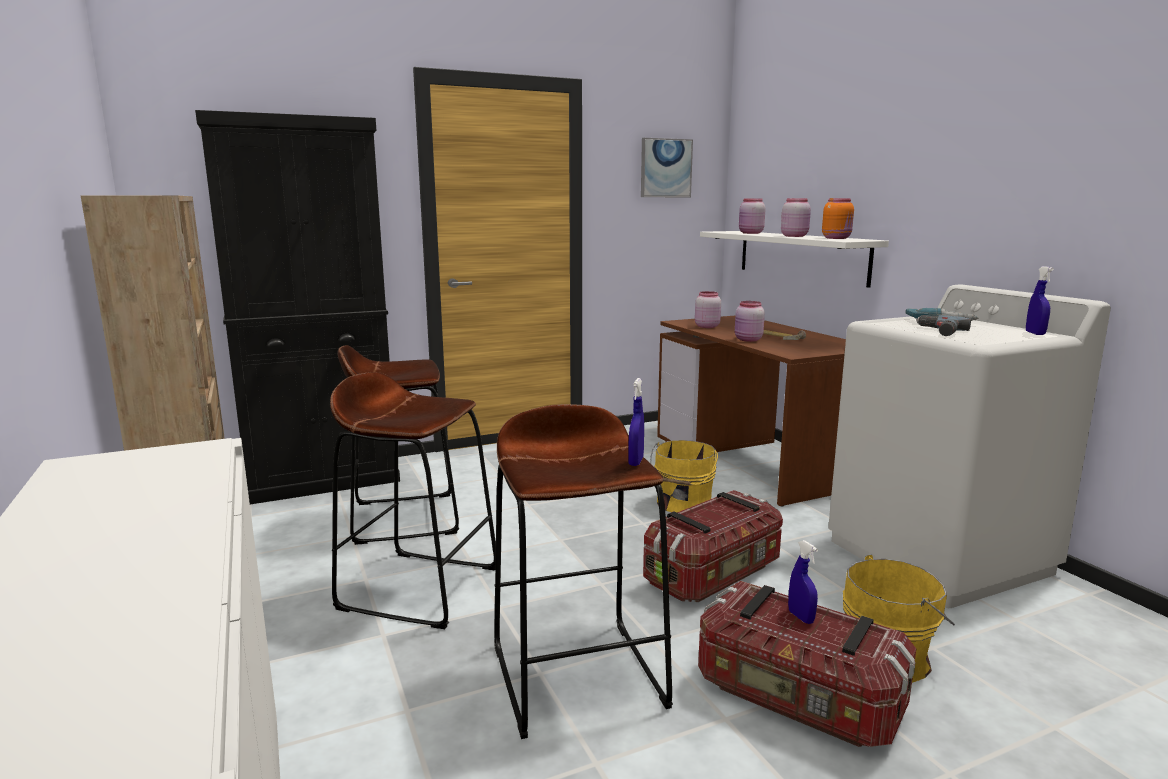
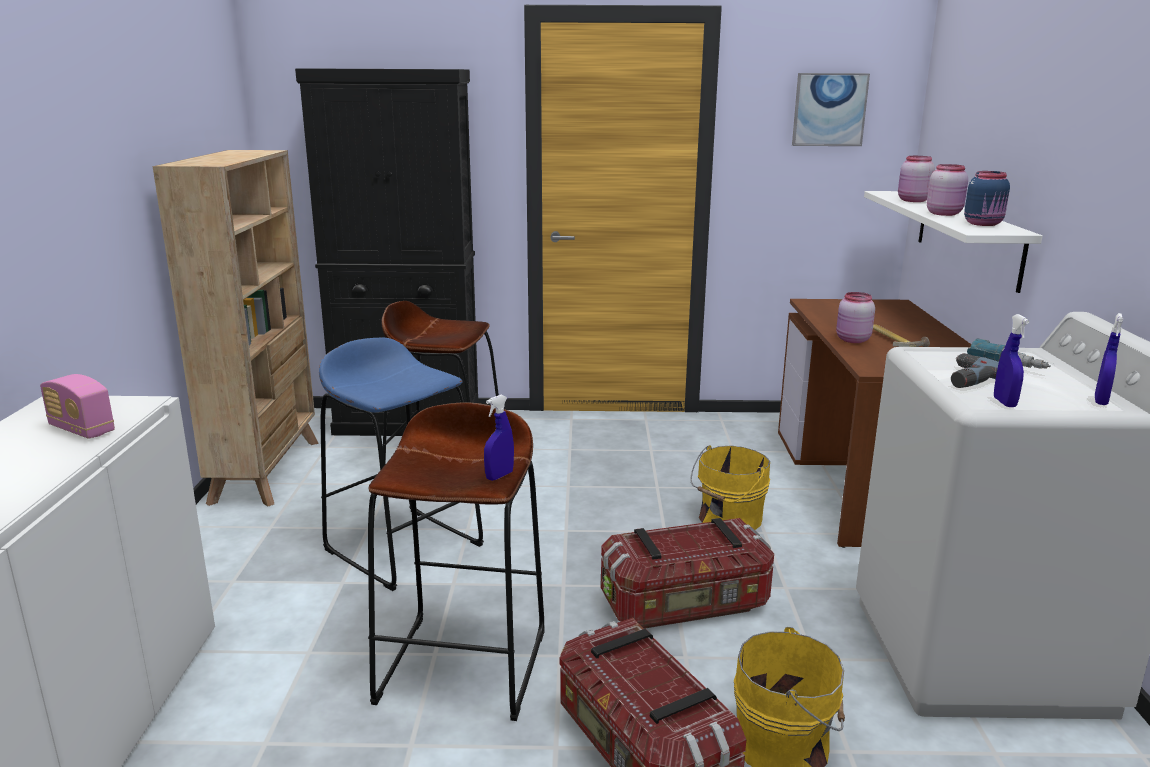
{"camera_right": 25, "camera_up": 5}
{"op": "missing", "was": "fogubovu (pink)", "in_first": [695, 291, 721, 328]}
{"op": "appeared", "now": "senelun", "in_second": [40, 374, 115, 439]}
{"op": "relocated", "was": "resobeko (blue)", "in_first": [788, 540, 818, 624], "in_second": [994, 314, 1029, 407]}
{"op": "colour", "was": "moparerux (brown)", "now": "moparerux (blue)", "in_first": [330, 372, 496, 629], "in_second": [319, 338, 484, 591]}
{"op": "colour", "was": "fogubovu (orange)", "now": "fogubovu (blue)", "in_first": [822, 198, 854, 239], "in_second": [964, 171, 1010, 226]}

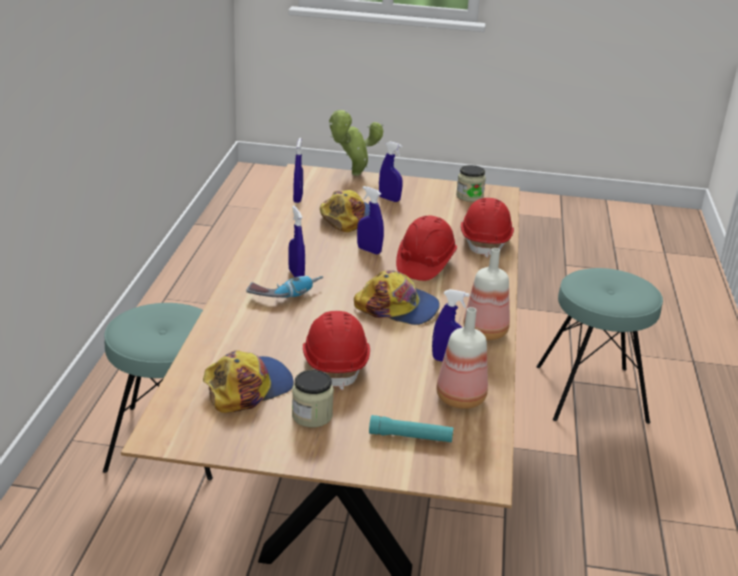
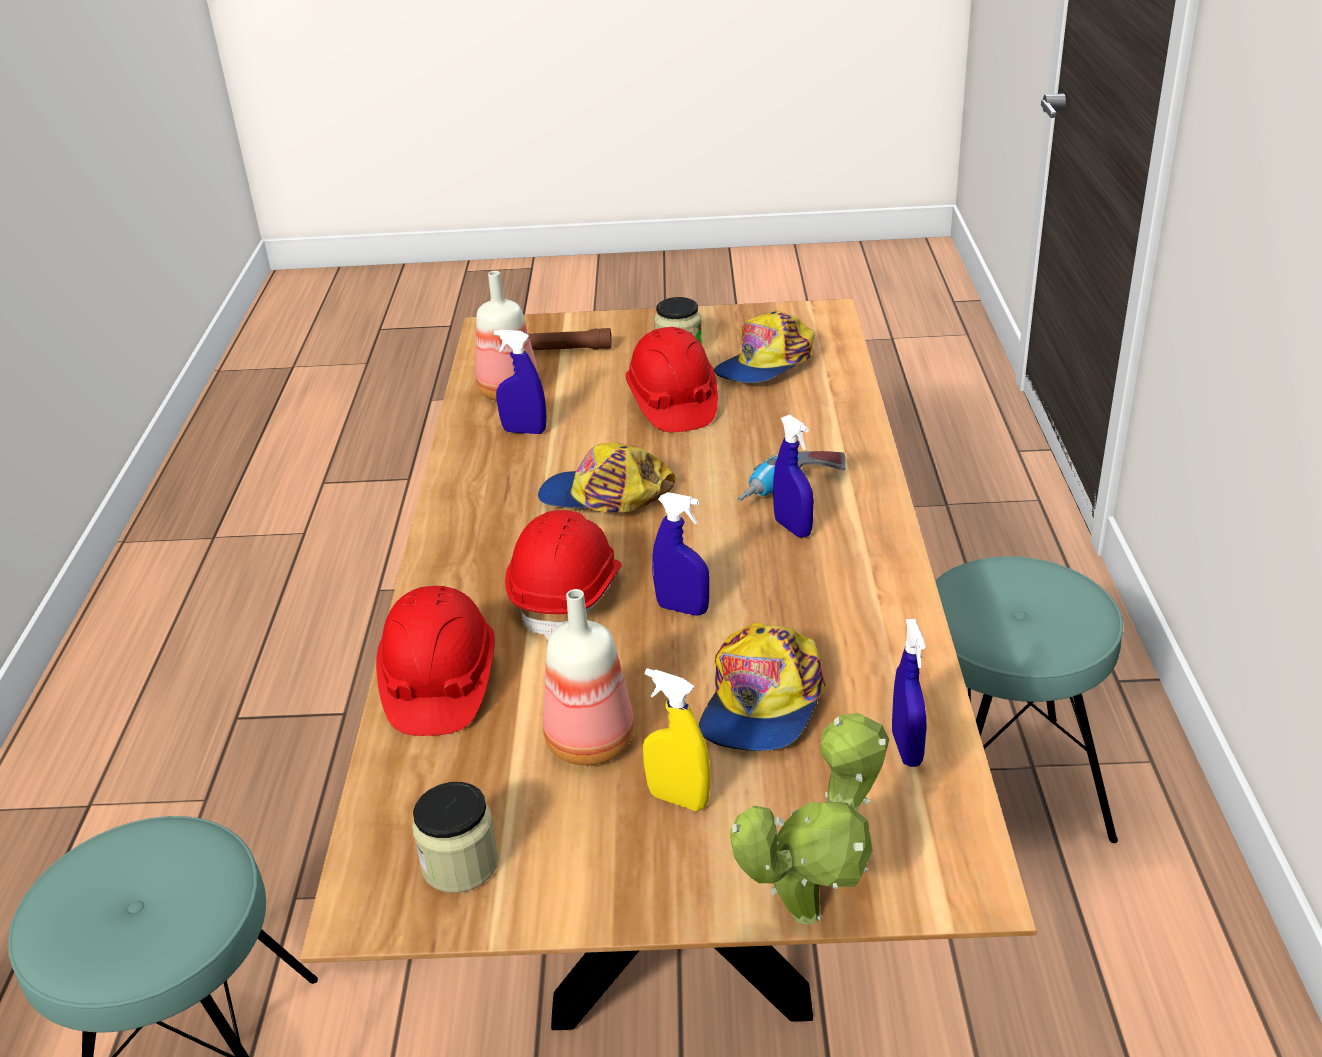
{"camera_right": 175, "camera_up": 5}
{"op": "relocated", "was": "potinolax", "in_first": [463, 248, 510, 340], "in_second": [543, 589, 635, 765]}
{"op": "colour", "was": "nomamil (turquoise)", "now": "nomamil (brown)", "in_first": [369, 415, 453, 442], "in_second": [529, 328, 612, 350]}
{"op": "colour", "was": "resobeko (blue)", "now": "resobeko (yellow)", "in_first": [379, 141, 403, 202], "in_second": [643, 668, 711, 811]}

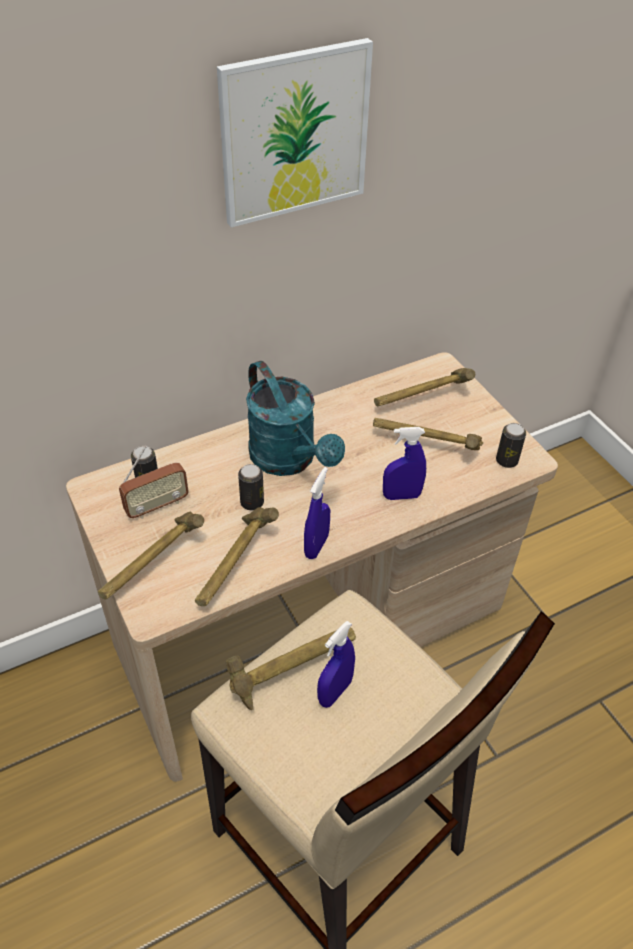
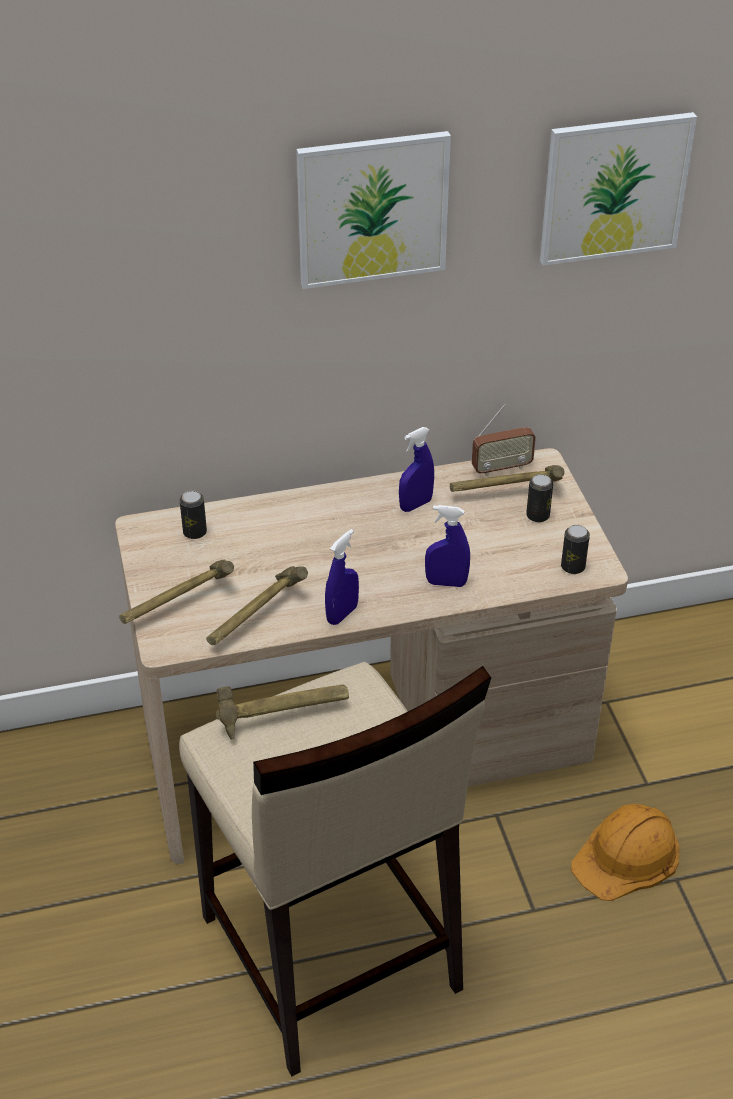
{"camera_right": 15, "camera_up": -5}
{"op": "missing", "was": "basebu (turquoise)", "in_first": [246, 361, 345, 476]}
{"op": "missing", "was": "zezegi", "in_first": [373, 418, 483, 450]}
{"op": "appeared", "now": "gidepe", "in_second": [540, 112, 697, 266]}
{"op": "appeared", "now": "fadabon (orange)", "in_second": [571, 804, 679, 901]}
{"op": "relocated", "was": "senelun", "in_first": [119, 446, 189, 519], "in_second": [472, 404, 536, 476]}
{"op": "relocated", "was": "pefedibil", "in_first": [238, 464, 264, 510], "in_second": [526, 474, 553, 522]}
{"op": "relocated", "was": "resobeko (blue)", "in_first": [317, 621, 355, 708], "in_second": [399, 427, 434, 512]}

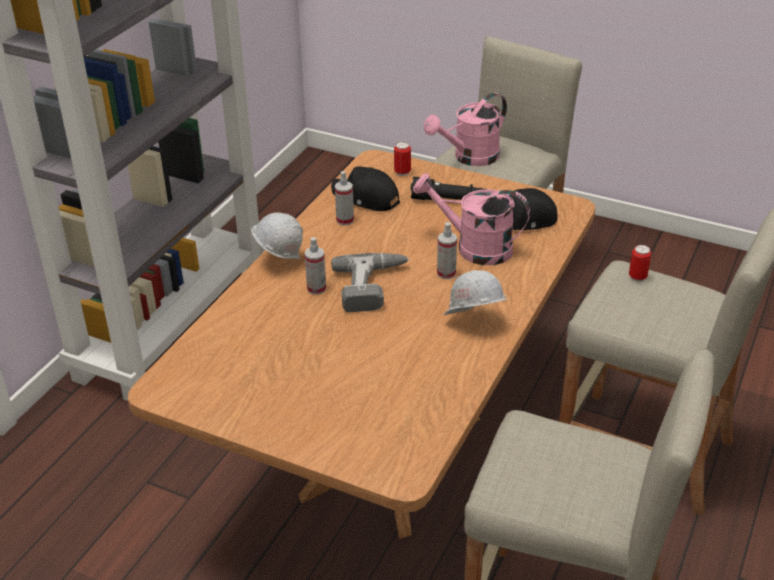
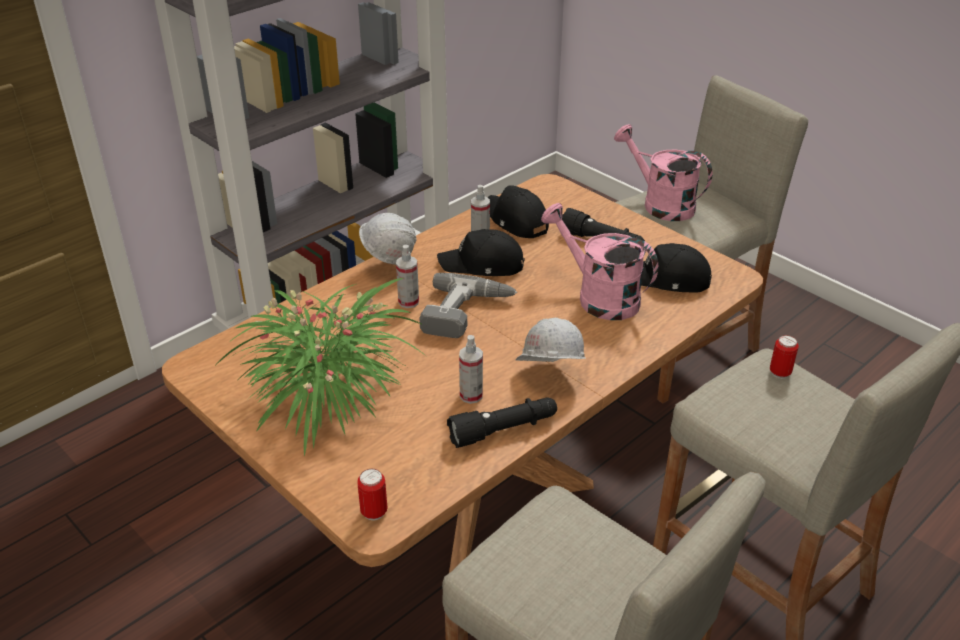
{"camera_right": 20, "camera_up": 0}
{"op": "appeared", "now": "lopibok", "in_second": [216, 278, 426, 457]}
{"op": "appeared", "now": "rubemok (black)", "in_second": [437, 229, 525, 276]}
{"op": "appeared", "now": "nomamil (black)", "in_second": [447, 397, 557, 448]}
{"op": "relocated", "was": "pefedibil", "in_first": [394, 142, 411, 176], "in_second": [357, 469, 387, 520]}
{"op": "relocated", "was": "resobeko", "in_first": [437, 222, 457, 279], "in_second": [459, 335, 483, 404]}
{"op": "spun", "was": "basebu (pink)", "in_first": [424, 92, 507, 166], "in_second": [614, 124, 712, 221], "clockwise": 60}

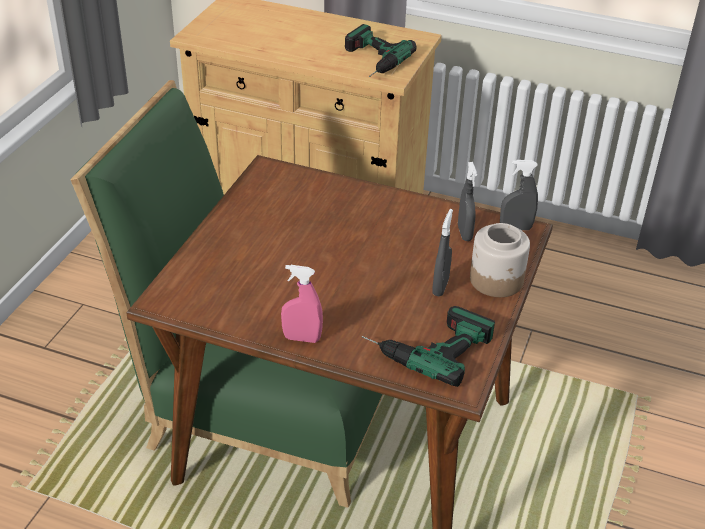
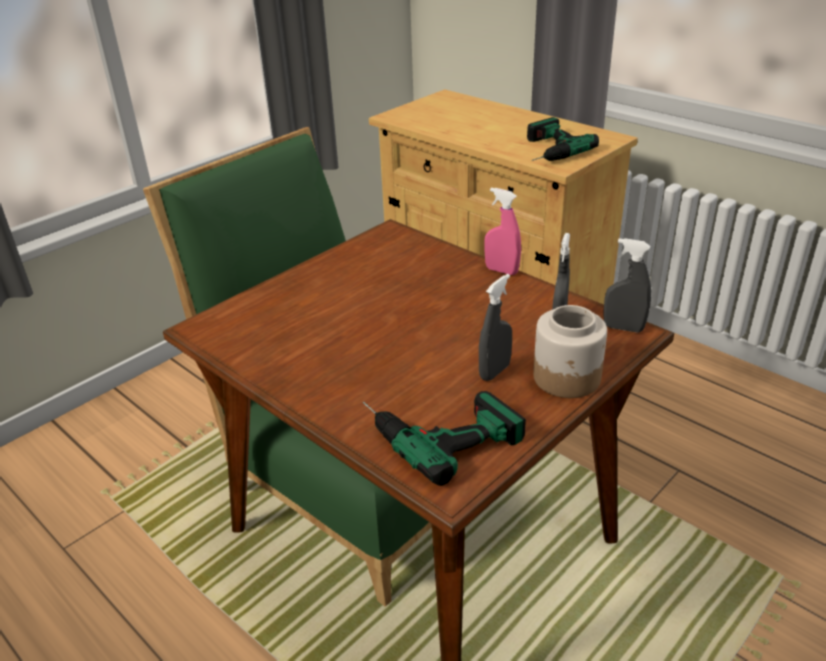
{"camera_right": 25, "camera_up": -5}
{"op": "relocated", "was": "resobeko (pink)", "in_first": [281, 265, 323, 343], "in_second": [484, 188, 521, 275]}

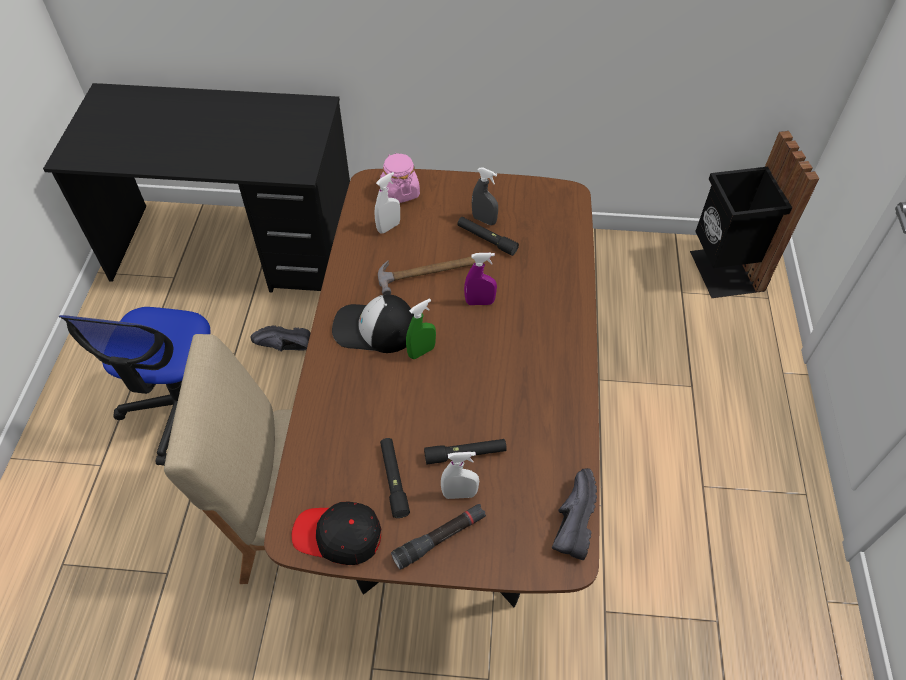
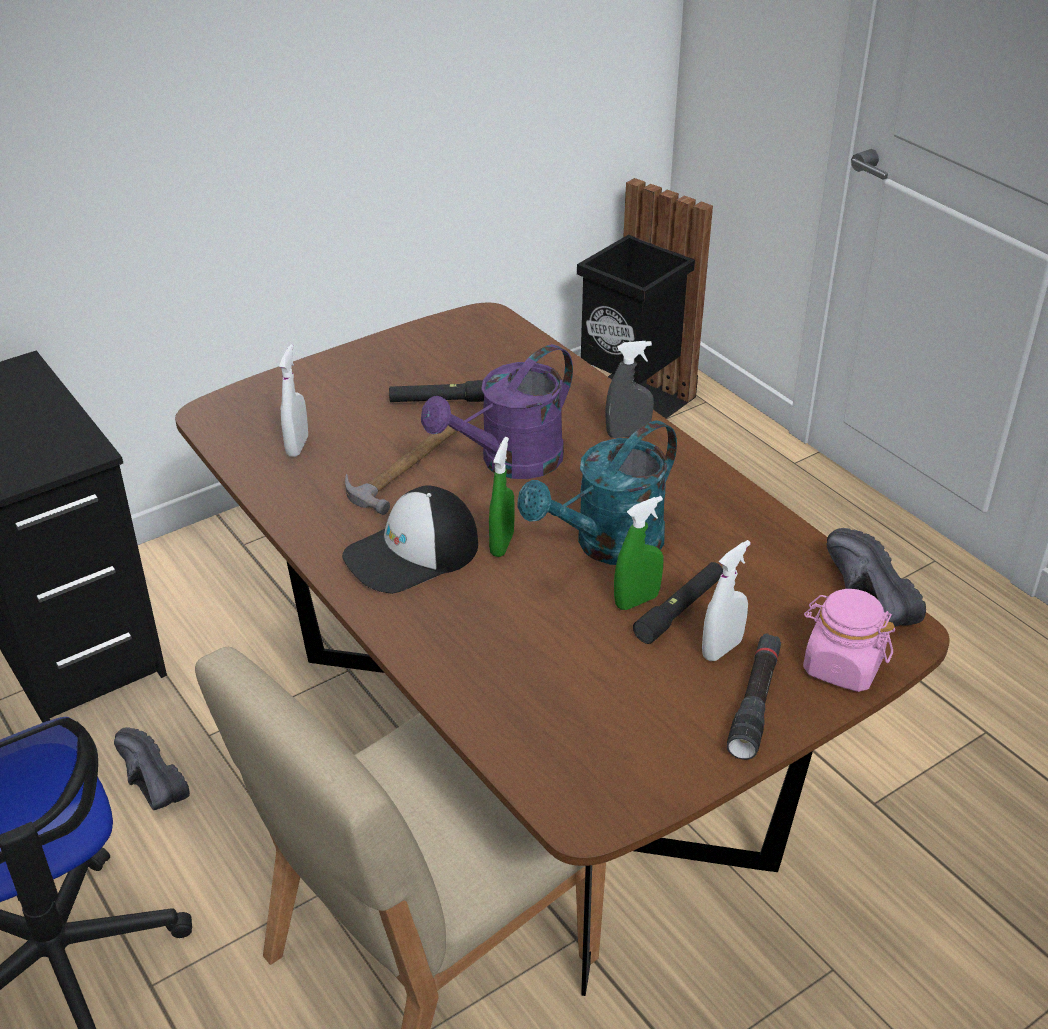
{"camera_right": -40, "camera_up": -15}
{"op": "missing", "was": "rubemok (black)", "in_first": [292, 501, 381, 565]}
{"op": "missing", "was": "nomamil (black)", "in_first": [380, 438, 410, 518]}
{"op": "appeared", "now": "basebu (turquoise)", "in_second": [517, 421, 677, 565]}
{"op": "appeared", "now": "resobeko (green)", "in_second": [614, 496, 664, 610]}
{"op": "relocated", "was": "fogubovu (pink)", "in_first": [380, 153, 420, 203], "in_second": [803, 589, 895, 692]}
{"op": "relocated", "was": "resobeko (grey)", "in_first": [472, 167, 498, 225], "in_second": [605, 341, 654, 438]}
{"op": "exchanged", "was": "resobeko (purple)", "now": "basebu (purple)", "in_first": [464, 253, 497, 305], "in_second": [421, 344, 573, 479]}
{"op": "spun", "was": "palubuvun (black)", "in_first": [251, 326, 310, 352], "in_second": [114, 727, 190, 810], "clockwise": 90}

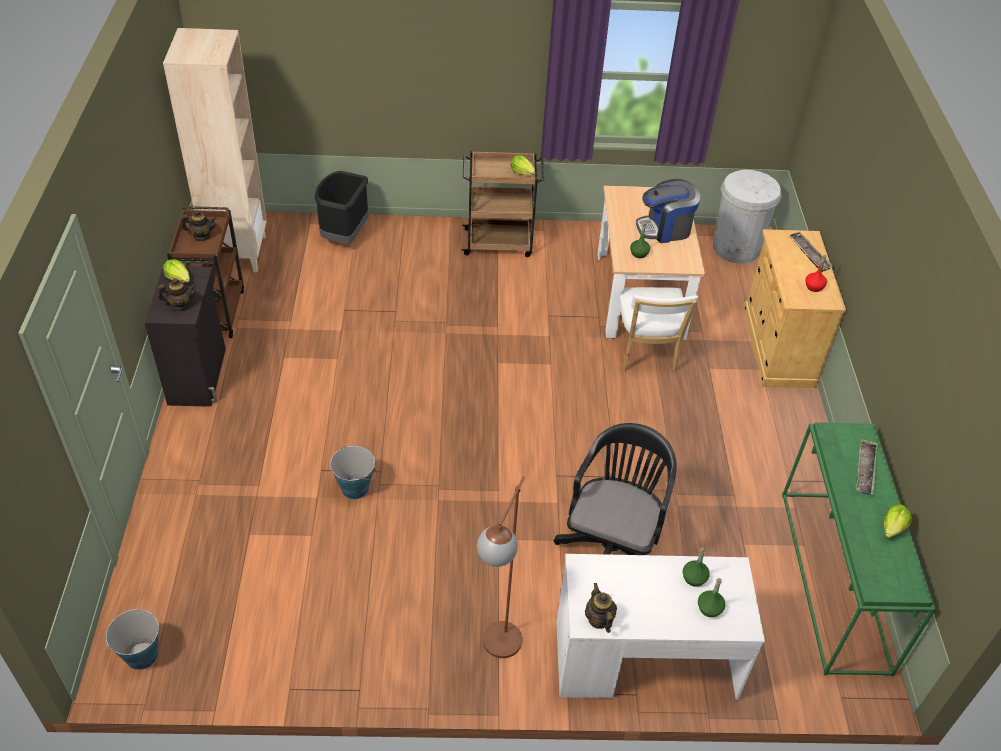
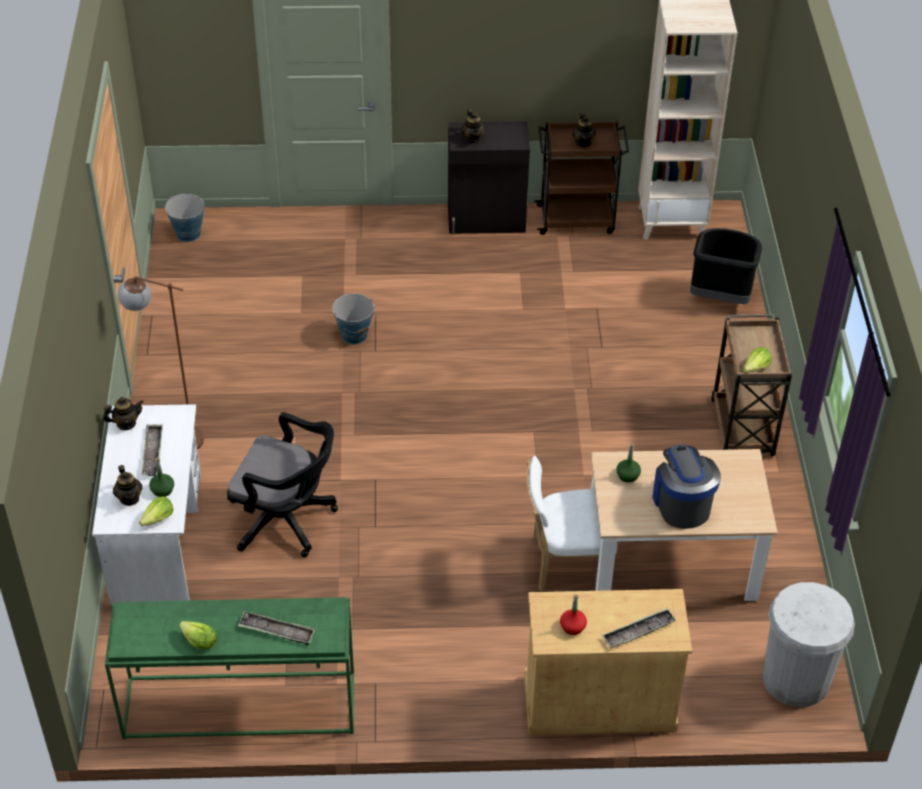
{"camera_right": 90, "camera_up": 0}
{"op": "appeared", "now": "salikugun", "in_second": [142, 424, 163, 476]}
{"op": "relocated", "was": "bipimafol", "in_first": [163, 259, 190, 283], "in_second": [139, 496, 173, 526]}
{"op": "exchanged", "was": "potinolax (green)", "now": "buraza", "in_first": [698, 578, 725, 617], "in_second": [113, 465, 142, 506]}

